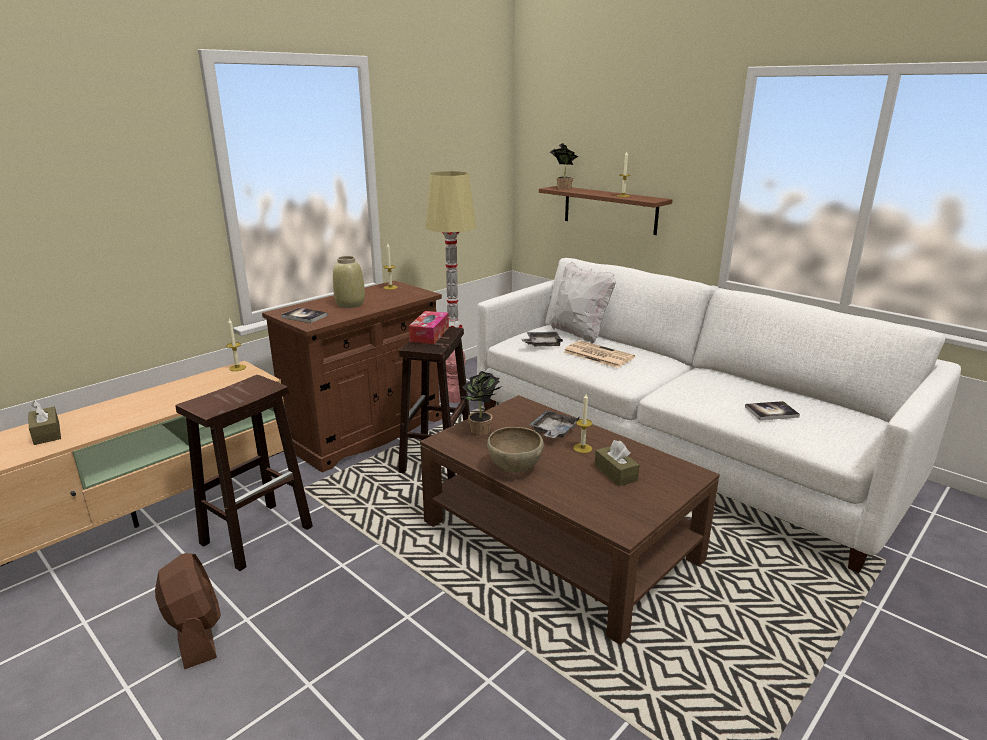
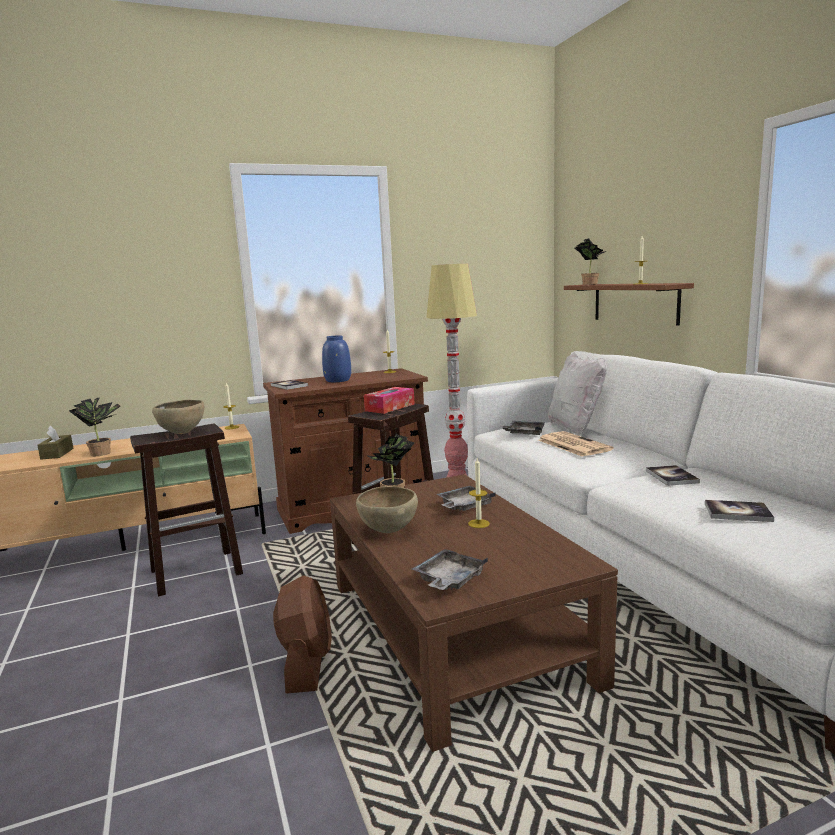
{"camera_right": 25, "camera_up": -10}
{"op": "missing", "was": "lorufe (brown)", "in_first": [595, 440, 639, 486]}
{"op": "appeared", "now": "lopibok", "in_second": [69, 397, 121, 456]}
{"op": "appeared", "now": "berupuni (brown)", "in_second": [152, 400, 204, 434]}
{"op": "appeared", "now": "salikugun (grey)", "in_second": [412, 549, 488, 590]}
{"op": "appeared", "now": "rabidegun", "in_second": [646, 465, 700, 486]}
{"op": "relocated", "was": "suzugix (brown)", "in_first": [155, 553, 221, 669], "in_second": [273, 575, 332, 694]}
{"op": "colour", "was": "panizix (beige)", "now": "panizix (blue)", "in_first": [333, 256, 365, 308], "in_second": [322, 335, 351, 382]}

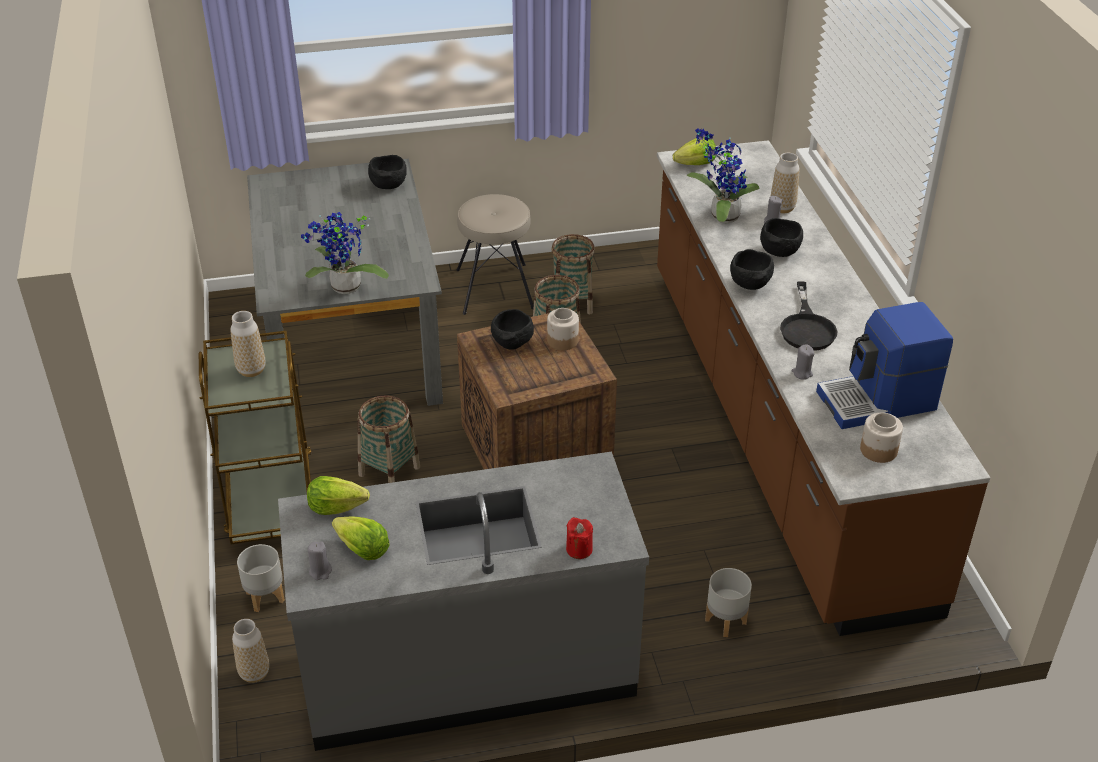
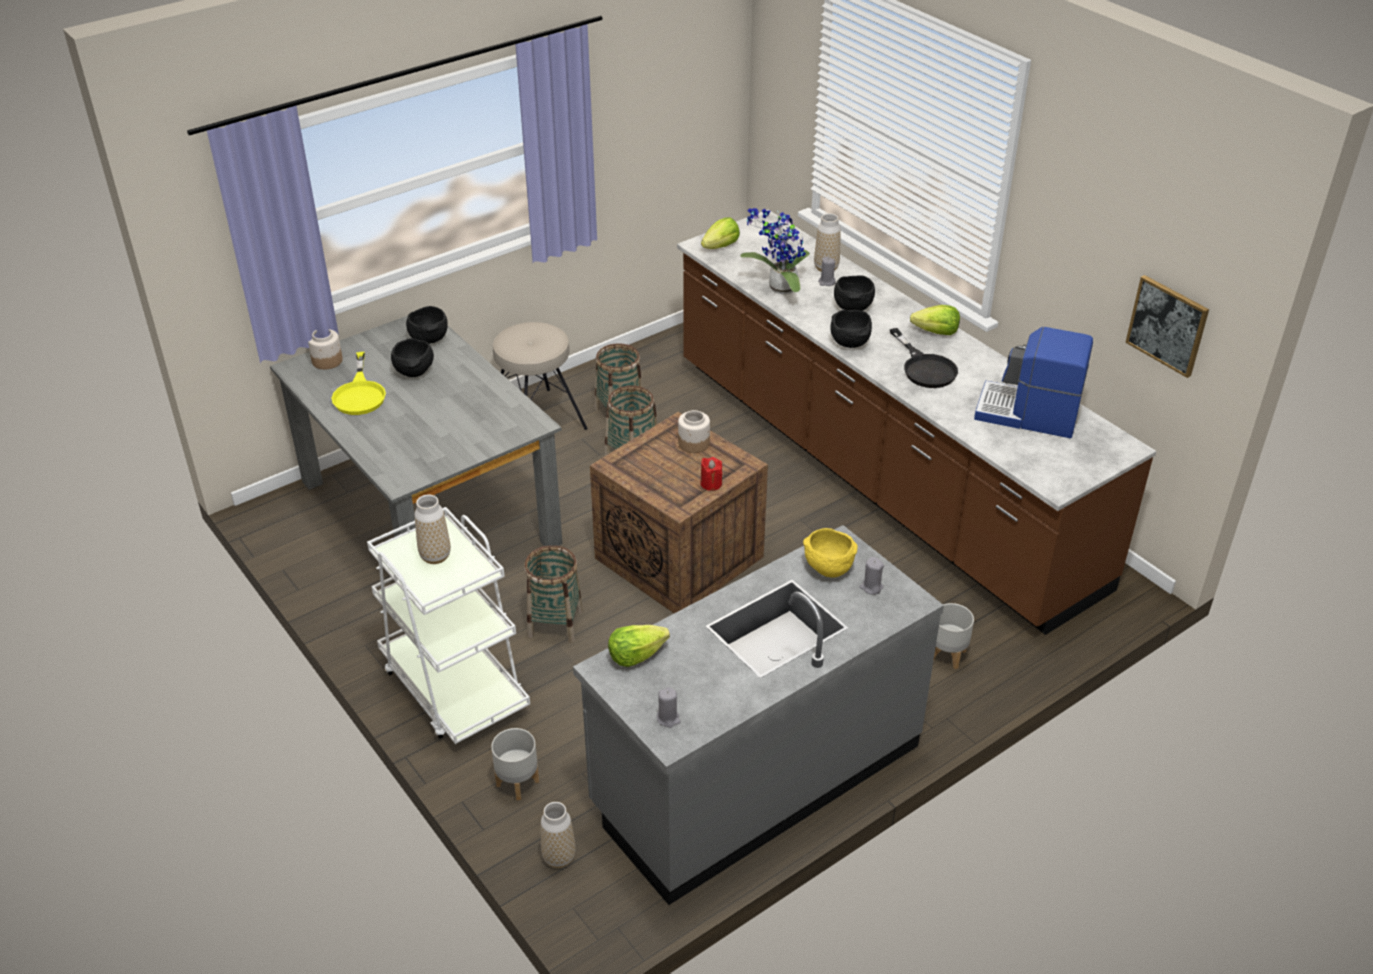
{"camera_right": -25, "camera_up": 0}
{"op": "missing", "was": "lopibok", "in_first": [301, 212, 389, 294]}
{"op": "appeared", "now": "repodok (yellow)", "in_second": [331, 352, 386, 415]}
{"op": "appeared", "now": "berupuni (yellow)", "in_second": [803, 528, 858, 577]}
{"op": "appeared", "now": "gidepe", "in_second": [1125, 275, 1209, 378]}
{"op": "relocated", "was": "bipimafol", "in_first": [332, 517, 390, 560], "in_second": [910, 305, 960, 335]}
{"op": "relocated", "was": "berupuni (black)", "in_first": [491, 309, 534, 349], "in_second": [391, 338, 434, 377]}
{"op": "relocated", "was": "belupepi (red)", "in_first": [566, 517, 593, 559], "in_second": [700, 457, 722, 491]}
{"op": "relocated", "was": "belupepi (grey)", "in_first": [792, 345, 814, 380], "in_second": [860, 557, 884, 595]}
{"op": "relocated", "was": "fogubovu", "in_first": [860, 413, 903, 463], "in_second": [308, 329, 343, 370]}
{"op": "colour", "was": "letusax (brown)", "now": "letusax (white)", "in_first": [199, 331, 311, 544], "in_second": [367, 507, 530, 744]}
{"op": "spun", "was": "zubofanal", "in_first": [816, 302, 953, 429], "in_second": [974, 327, 1093, 438], "clockwise": 60}

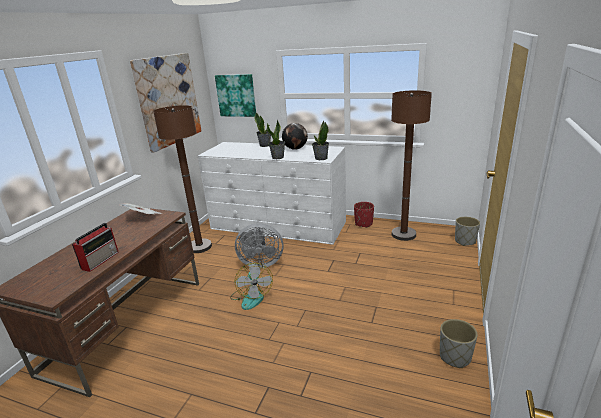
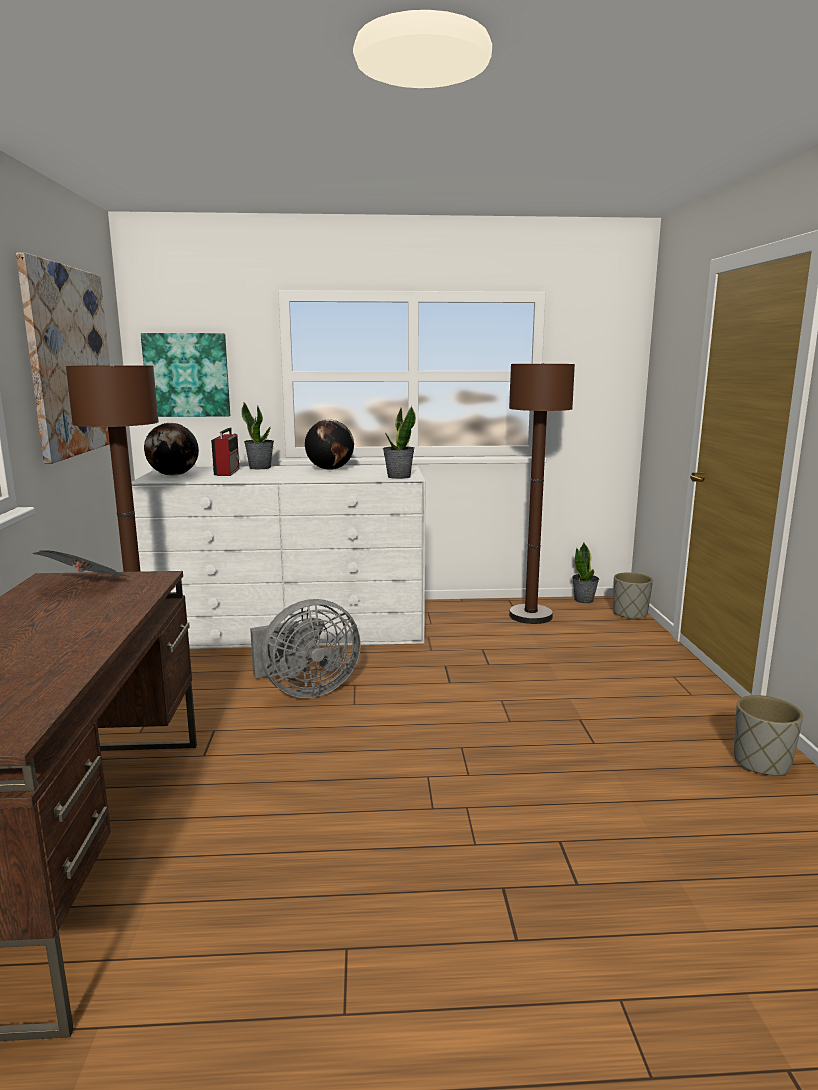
{"camera_right": -25, "camera_up": -10}
{"op": "missing", "was": "suzugix", "in_first": [230, 263, 273, 310]}
{"op": "missing", "was": "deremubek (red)", "in_first": [354, 202, 374, 228]}
{"op": "appeared", "now": "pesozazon", "in_second": [144, 423, 199, 476]}
{"op": "relocated", "was": "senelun", "in_first": [72, 223, 119, 272], "in_second": [211, 428, 239, 476]}
{"op": "relocated", "was": "lopibok", "in_first": [267, 120, 285, 159], "in_second": [572, 543, 599, 603]}

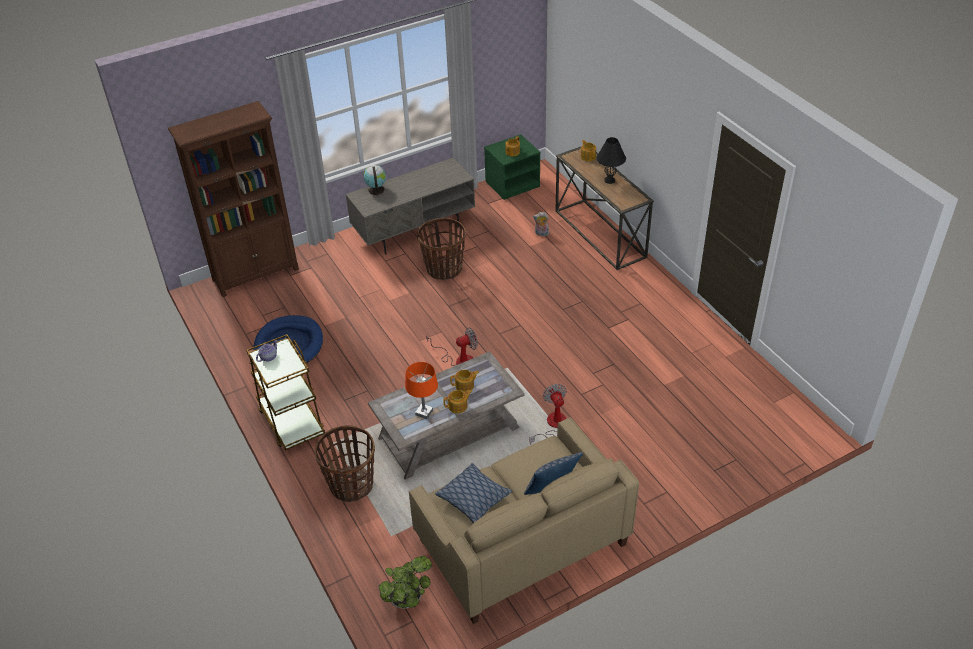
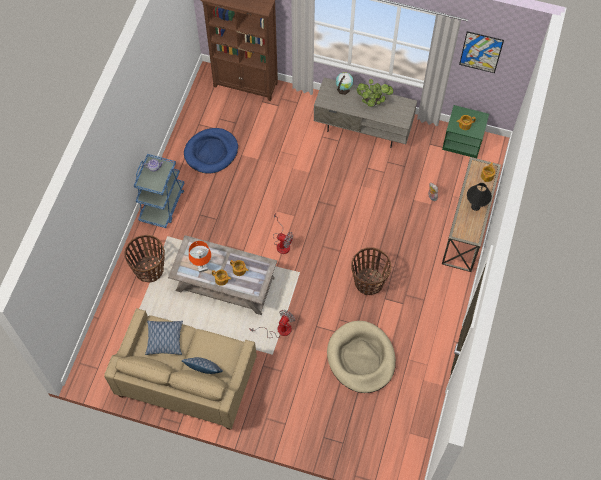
{"camera_right": 45, "camera_up": 20}
{"op": "appeared", "now": "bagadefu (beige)", "in_second": [327, 321, 396, 393]}
{"op": "appeared", "now": "gidepe", "in_second": [459, 31, 504, 73]}
{"op": "relocated", "was": "lopibok", "in_first": [379, 556, 432, 609], "in_second": [357, 79, 393, 107]}
{"op": "relocated", "was": "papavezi", "in_first": [417, 218, 466, 280], "in_second": [351, 247, 391, 295]}
{"op": "colour", "was": "letusax (brown)", "now": "letusax (blue)", "in_first": [246, 334, 325, 451], "in_second": [134, 154, 184, 228]}

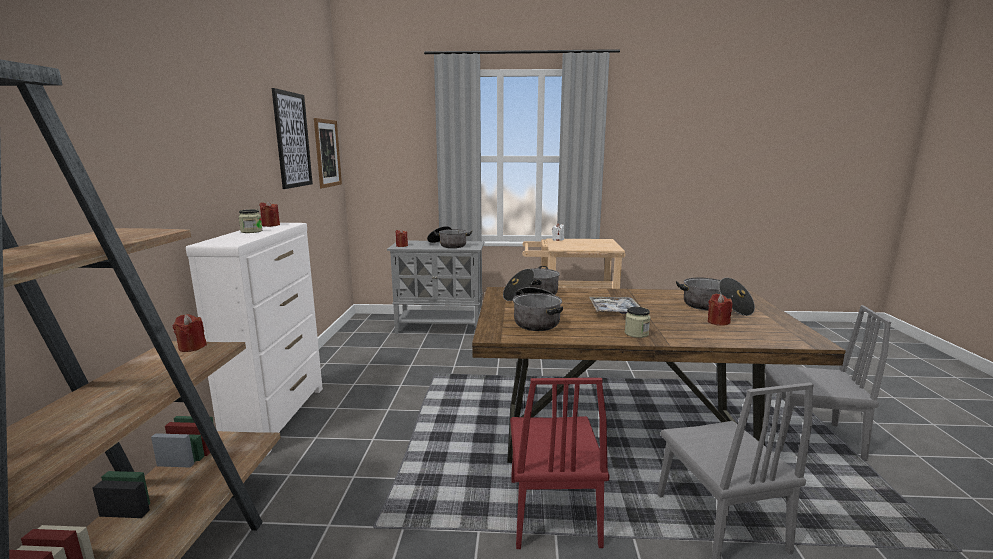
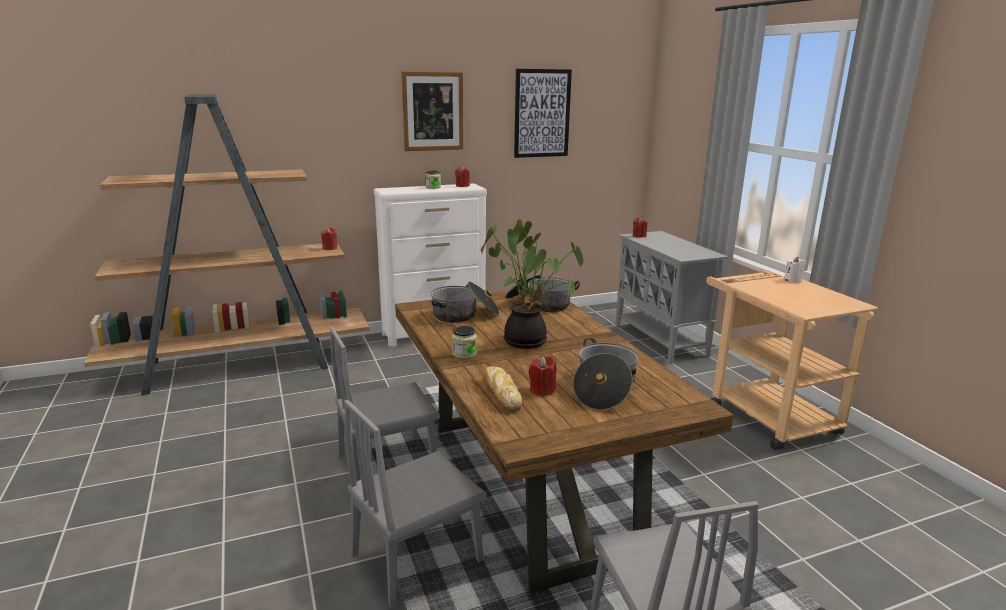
{"camera_right": 65, "camera_up": 5}
{"op": "missing", "was": "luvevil", "in_first": [427, 226, 472, 248]}
{"op": "appeared", "now": "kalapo", "in_second": [483, 366, 522, 412]}
{"op": "relocated", "was": "gidepe", "in_first": [314, 118, 342, 188], "in_second": [402, 71, 463, 151]}
{"op": "exchanged", "was": "salikugun", "now": "lopibok", "in_first": [589, 297, 640, 314], "in_second": [481, 219, 583, 349]}
{"op": "colour", "was": "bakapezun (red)", "now": "bakapezun (grey)", "in_first": [510, 378, 610, 549], "in_second": [330, 327, 440, 481]}

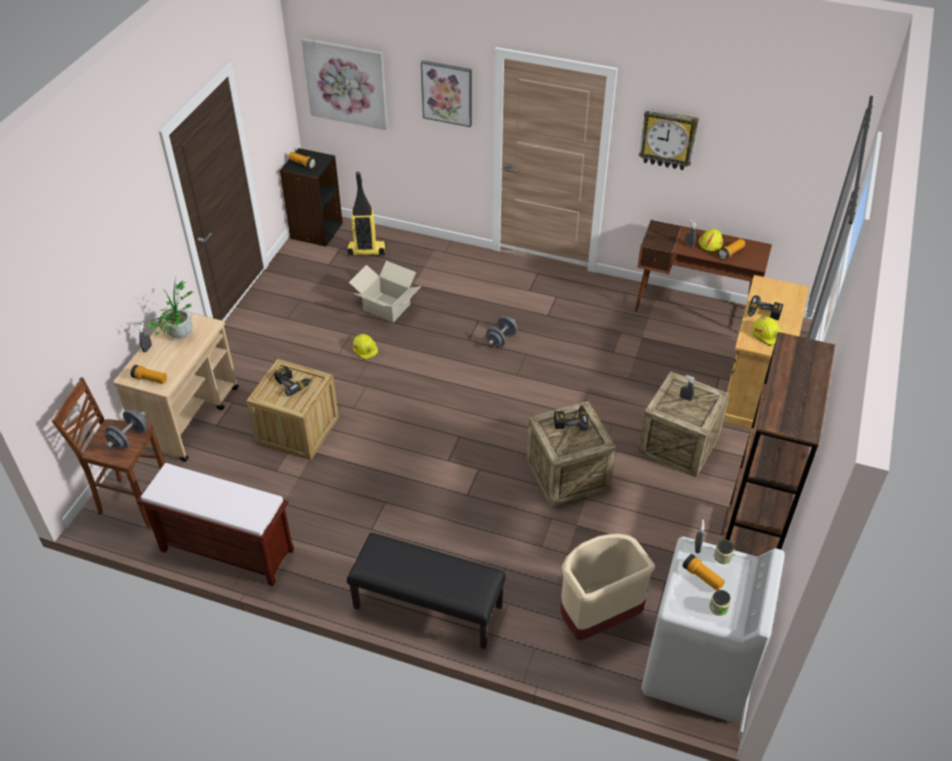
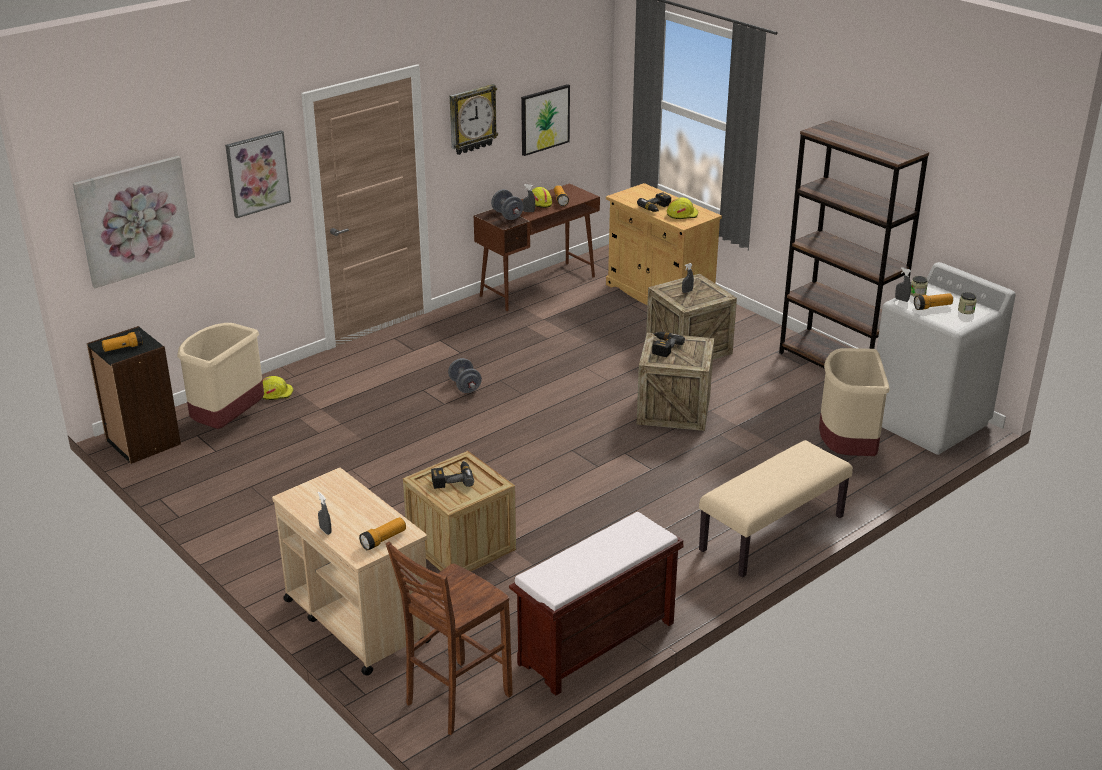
{"camera_right": -60, "camera_up": -15}
{"op": "missing", "was": "lopibok", "in_first": [148, 278, 193, 339]}
{"op": "missing", "was": "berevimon", "in_first": [349, 261, 422, 322]}
{"op": "appeared", "now": "gidepe", "in_second": [521, 84, 570, 156]}
{"op": "relocated", "was": "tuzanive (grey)", "in_first": [105, 410, 147, 449], "in_second": [491, 189, 524, 220]}
{"op": "relocated", "was": "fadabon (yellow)", "in_first": [353, 334, 379, 360], "in_second": [262, 376, 293, 400]}
{"op": "exchanged", "was": "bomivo", "now": "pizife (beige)", "in_first": [347, 172, 386, 257], "in_second": [177, 323, 264, 429]}
{"op": "colour", "was": "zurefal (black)", "now": "zurefal (beige)", "in_first": [347, 533, 506, 649], "in_second": [699, 440, 853, 578]}

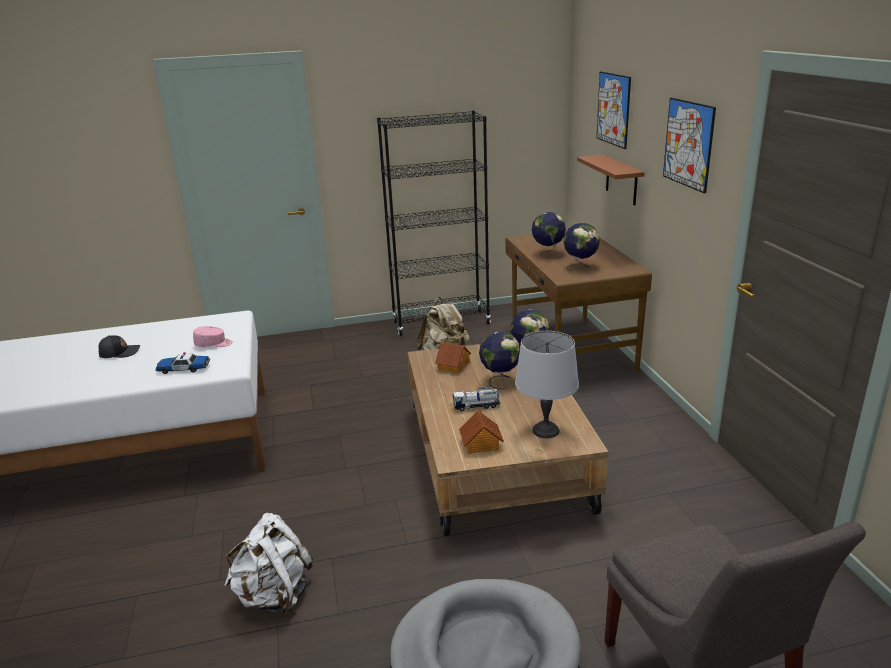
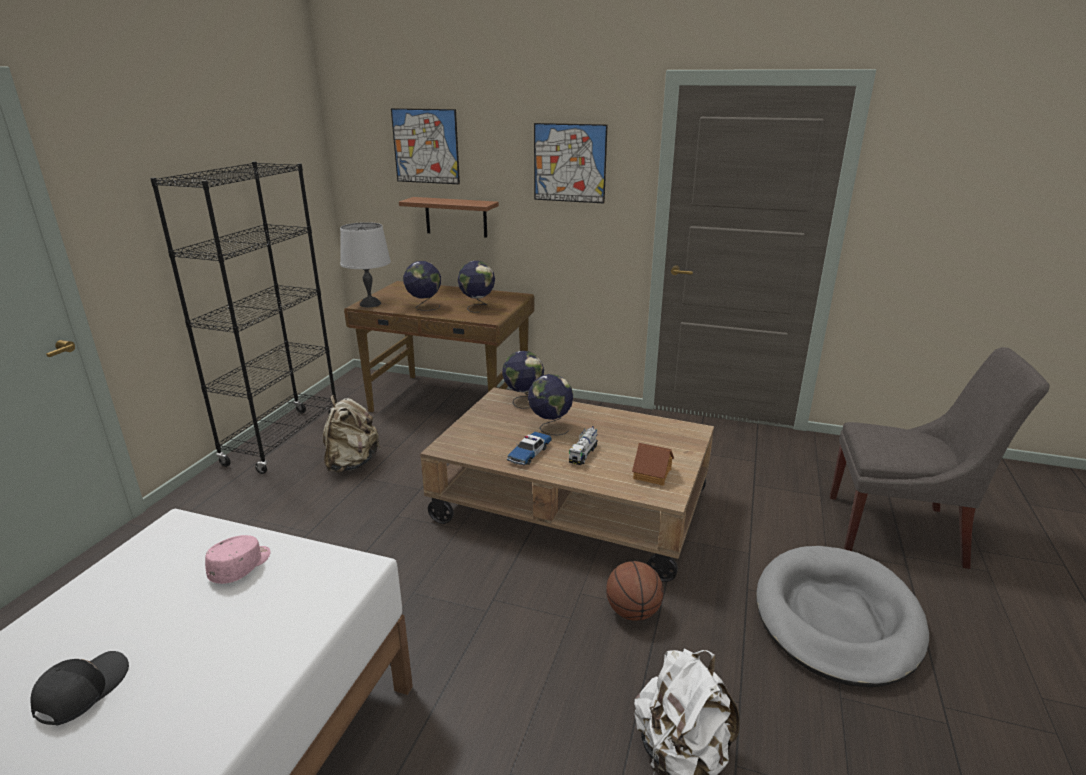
{"camera_right": -60, "camera_up": 0}
{"op": "missing", "was": "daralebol", "in_first": [435, 342, 471, 373]}
{"op": "appeared", "now": "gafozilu", "in_second": [606, 561, 664, 621]}
{"op": "relocated", "was": "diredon", "in_first": [155, 352, 210, 374], "in_second": [507, 432, 552, 465]}
{"op": "relocated", "was": "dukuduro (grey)", "in_first": [515, 331, 579, 438], "in_second": [340, 222, 391, 307]}

